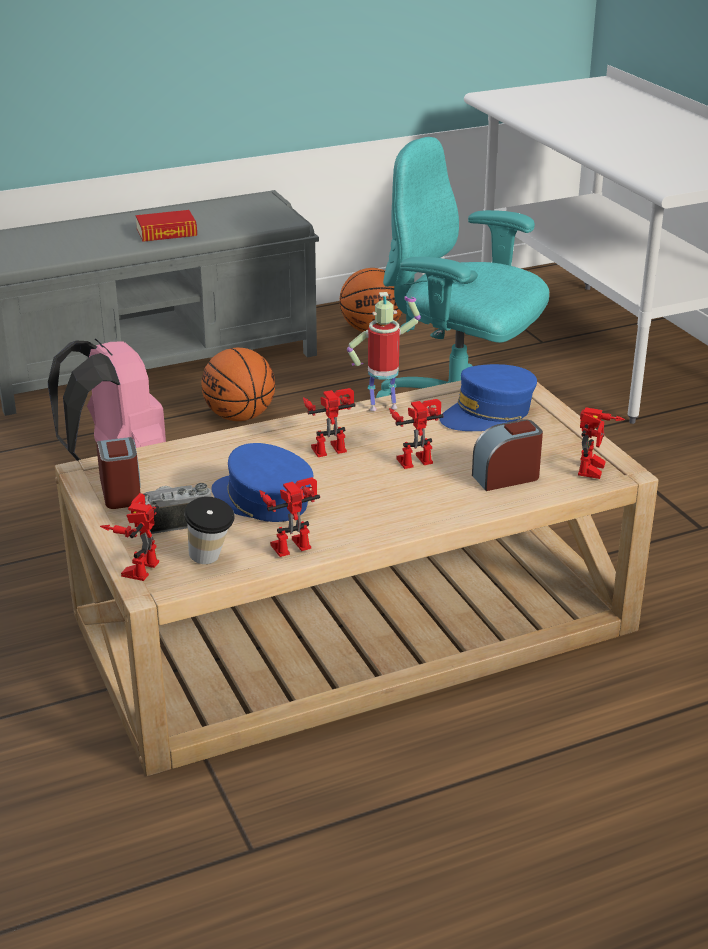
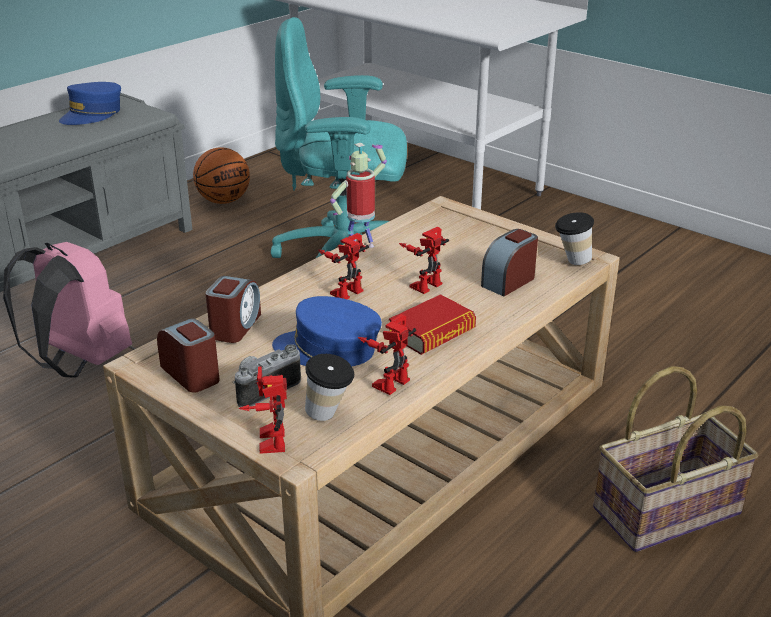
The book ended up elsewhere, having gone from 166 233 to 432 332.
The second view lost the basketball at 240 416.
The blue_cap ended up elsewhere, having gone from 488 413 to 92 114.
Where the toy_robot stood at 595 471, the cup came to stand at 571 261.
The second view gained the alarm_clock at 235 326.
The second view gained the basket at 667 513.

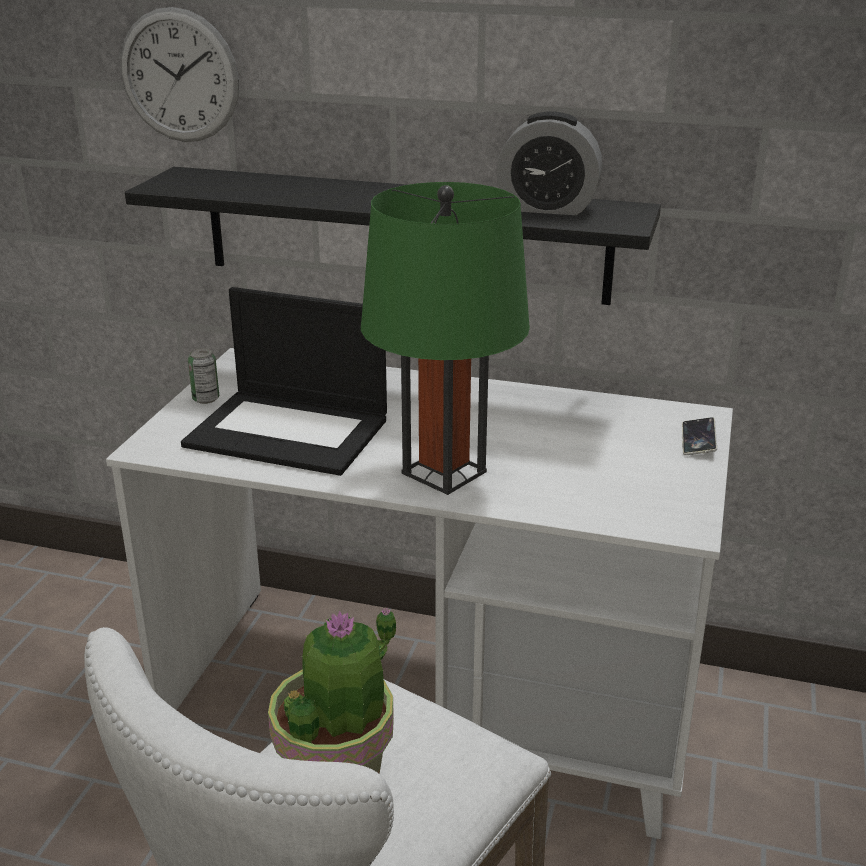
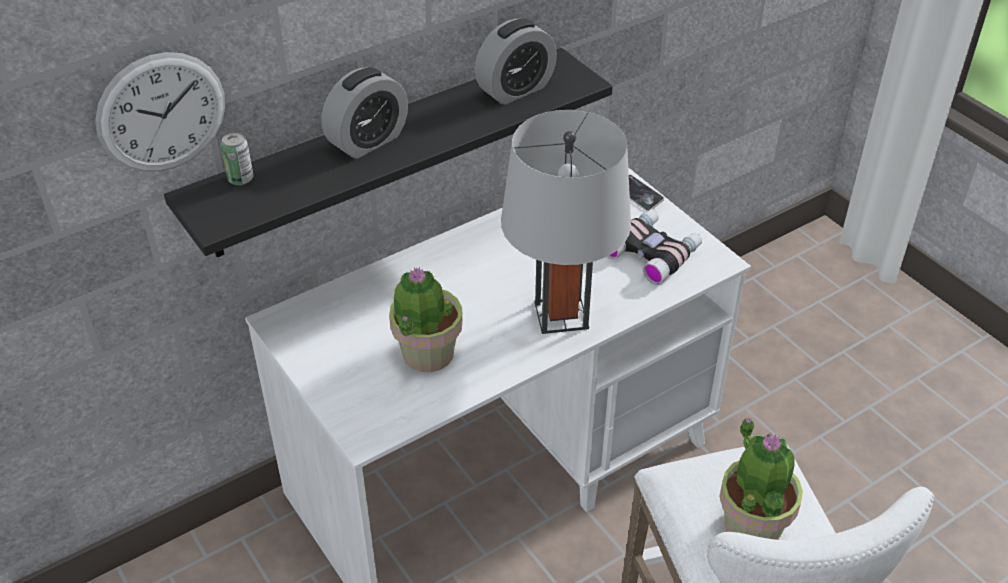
Where the laptop stood at 290 432, the potted_plant came to stand at 427 354.
The can ended up elsewhere, having gone from 206 399 to 240 179.
What was the green_table_lamp at 444 472 turned into the grey_table_lamp at 561 315.
The second view gained the alarm_clock at 368 141.
The second view gained the binoculars at 652 252.

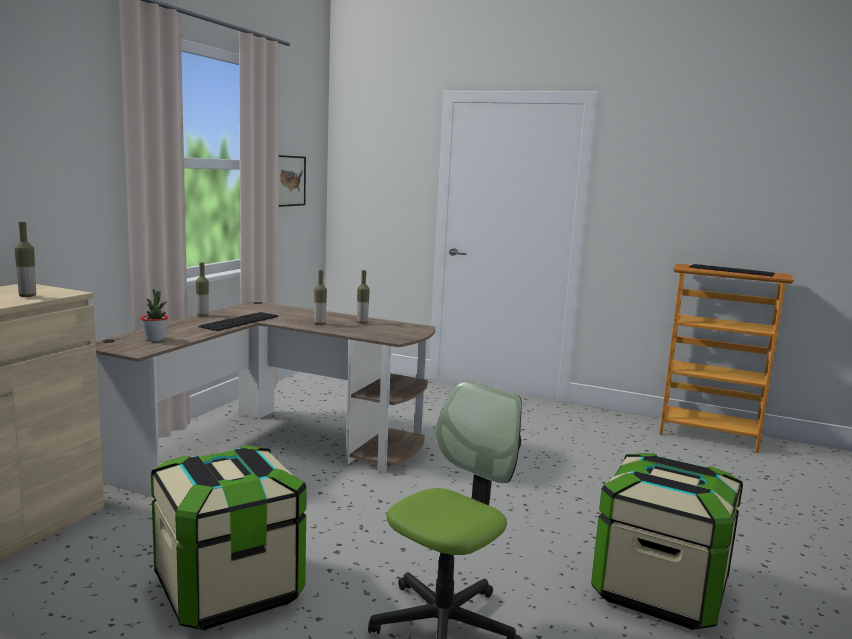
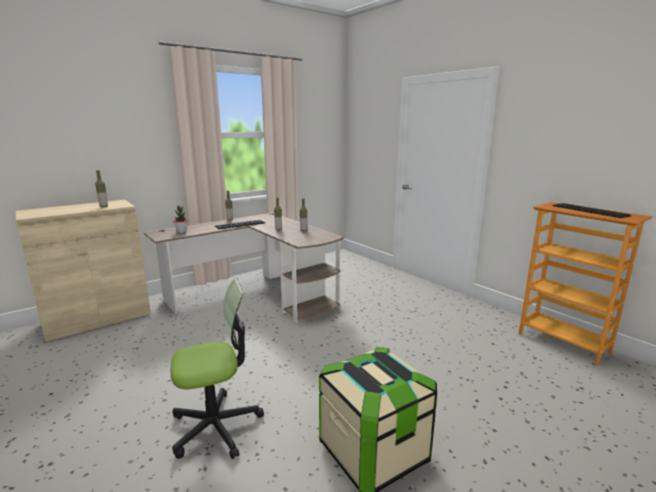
The second view lost the storage_box at 229 589.
The second view lost the picture at 290 181.

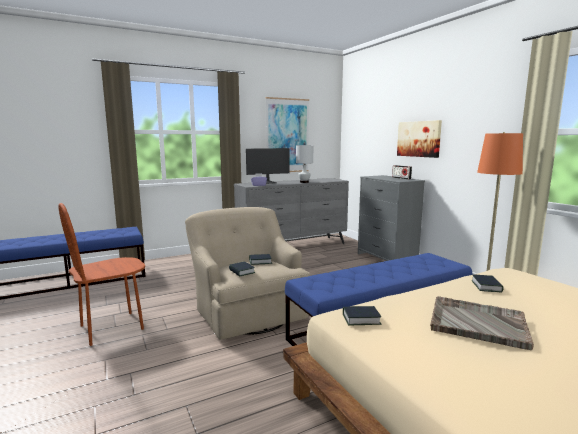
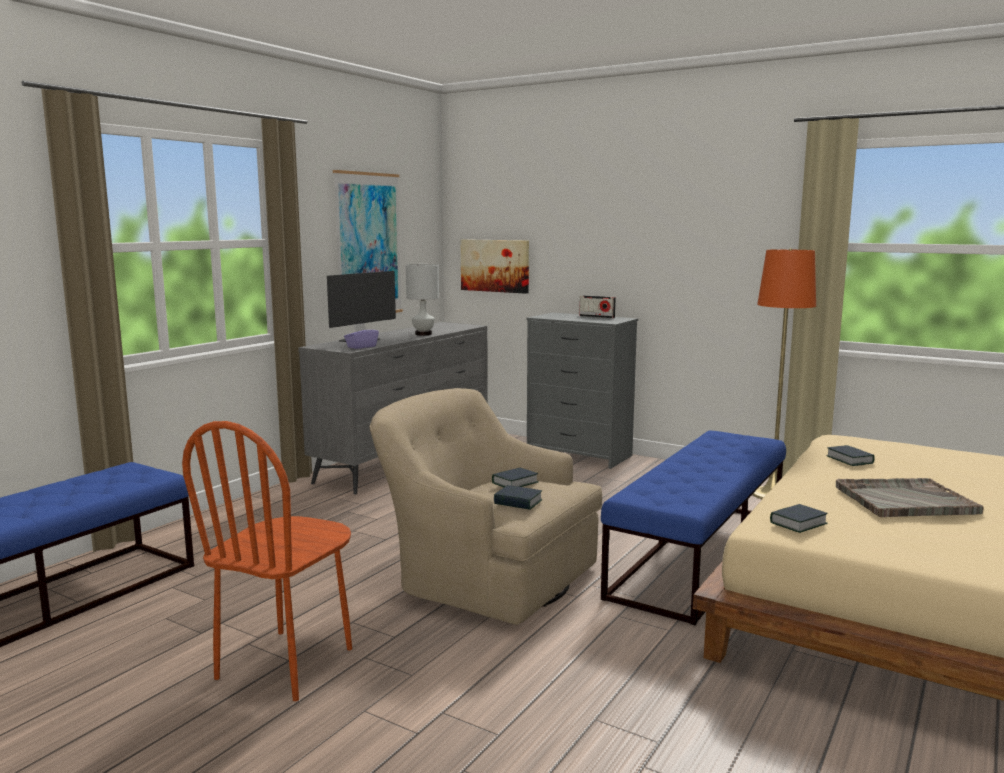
The picture ended up elsewhere, having gone from 419 139 to 495 265.

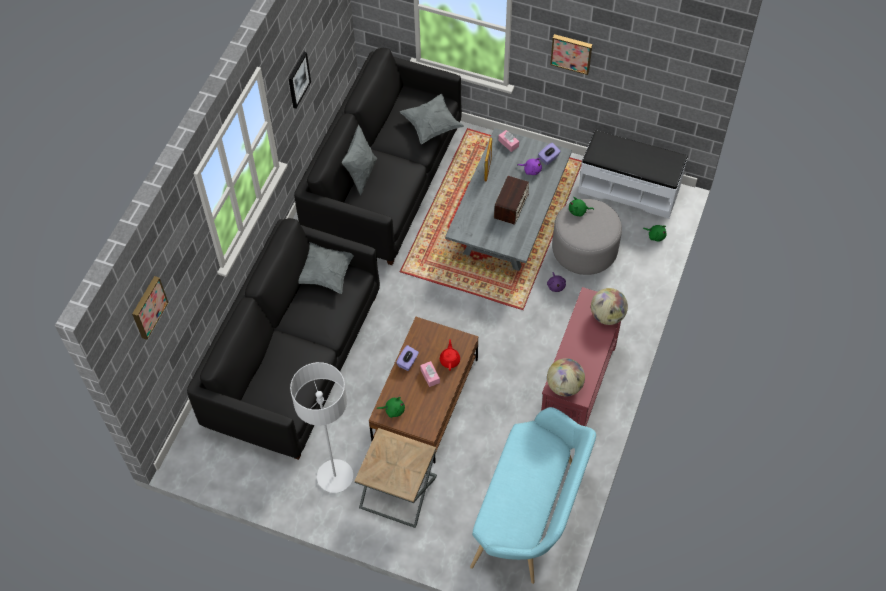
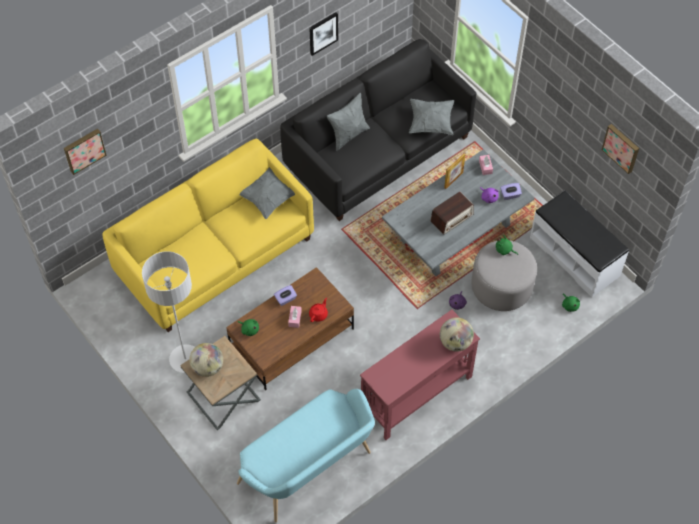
What was the black_sofa at 293 360 turned into the yellow_sofa at 215 255.
The globe ended up elsewhere, having gone from 564 386 to 208 367.
The picture ended up elsewhere, having gone from 571 53 to 621 147.

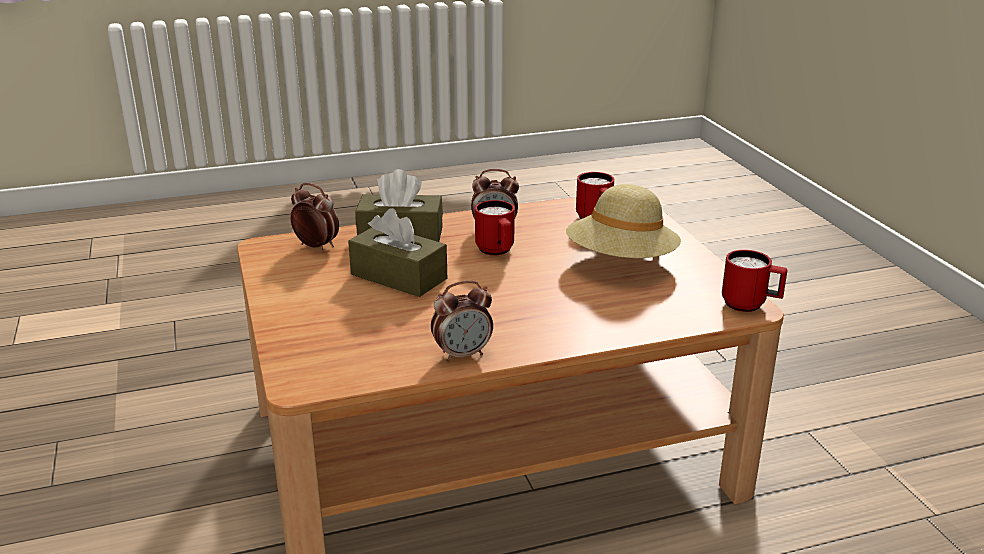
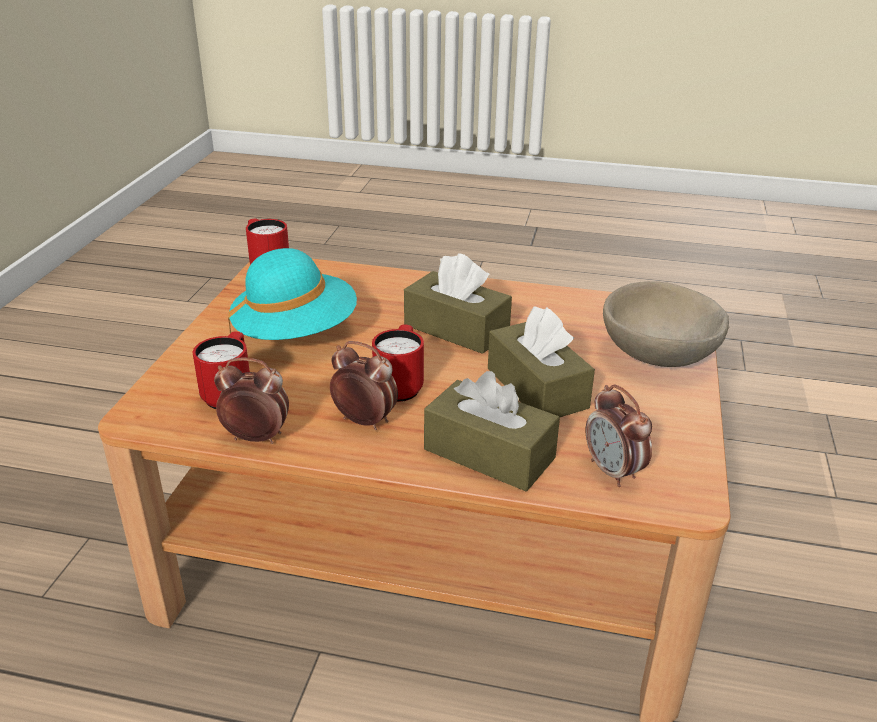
The alarm_clock ended up elsewhere, having gone from 463 354 to 256 437.
What was the beige_hat at 621 261 turned into the turquoise_hat at 295 333.
The second view gained the brown_tissue_box at 456 329.
The second view gained the beige_bowl at 657 355.

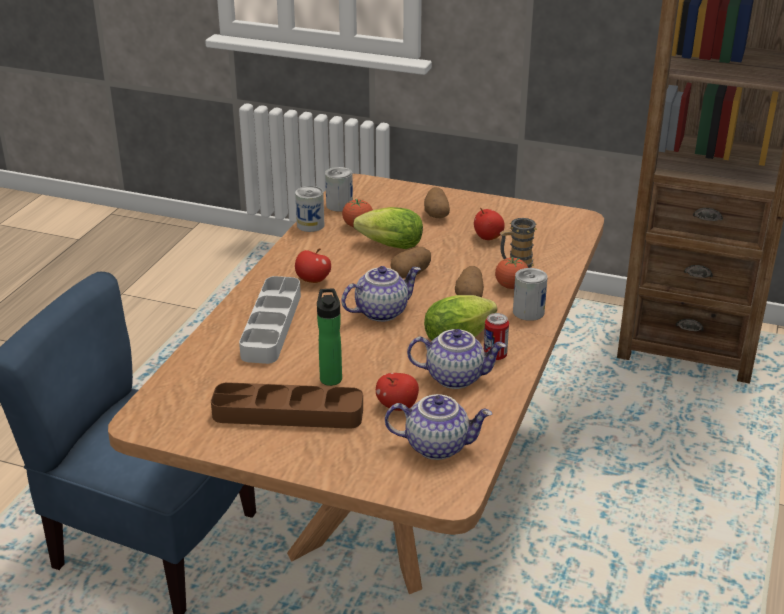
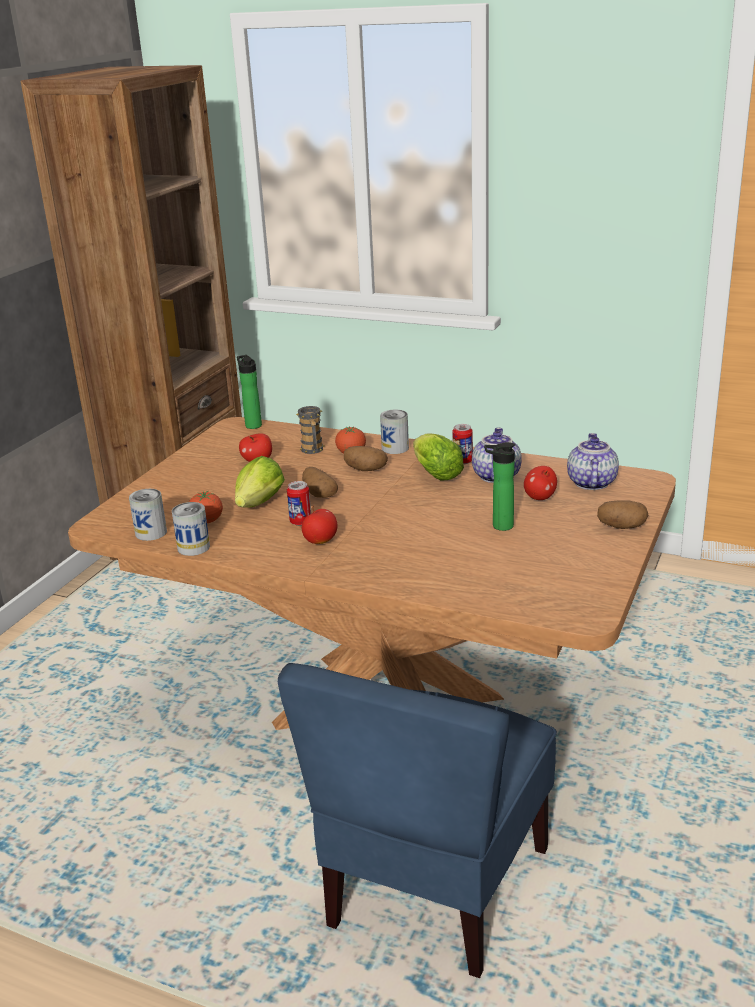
The second view lost the brown_tray at 288 413.
The second view lost the grey_tray at 271 325.
The second view lost the teapot at 381 311.
The potato ended up elsewhere, having gone from 436 214 to 622 526.
The second view gained the bottle at 252 425.
The second view gained the can at 300 522.

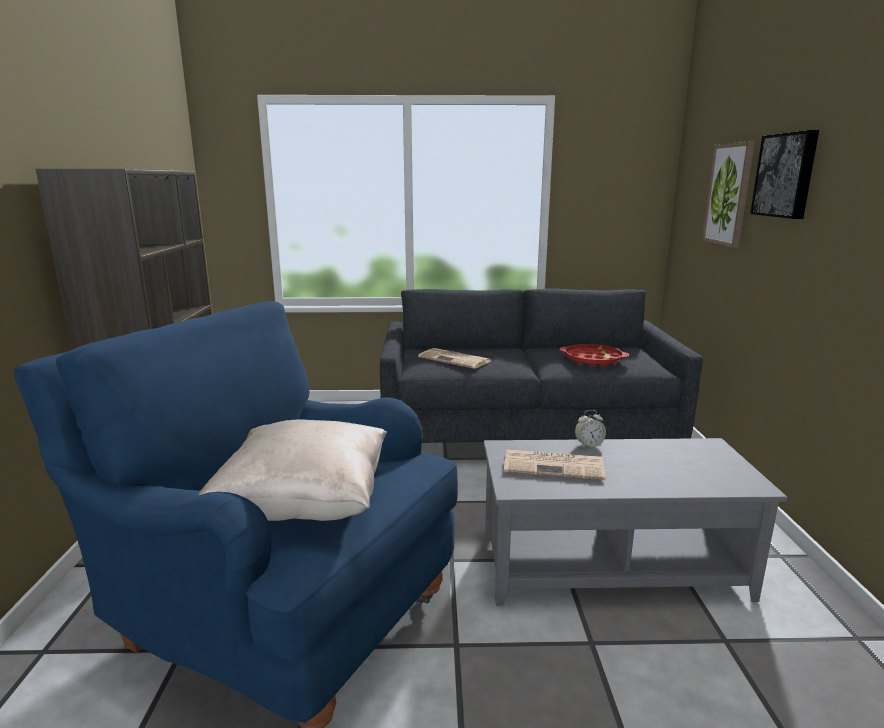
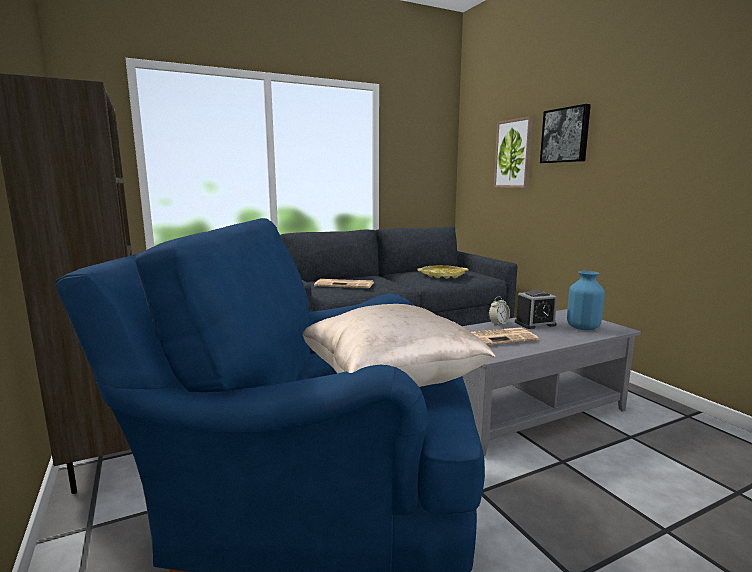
What was the red_tray at 593 360 turned into the yellow_tray at 442 275.
The second view gained the alarm_clock at 535 324.
The second view gained the blue_vase at 582 328.

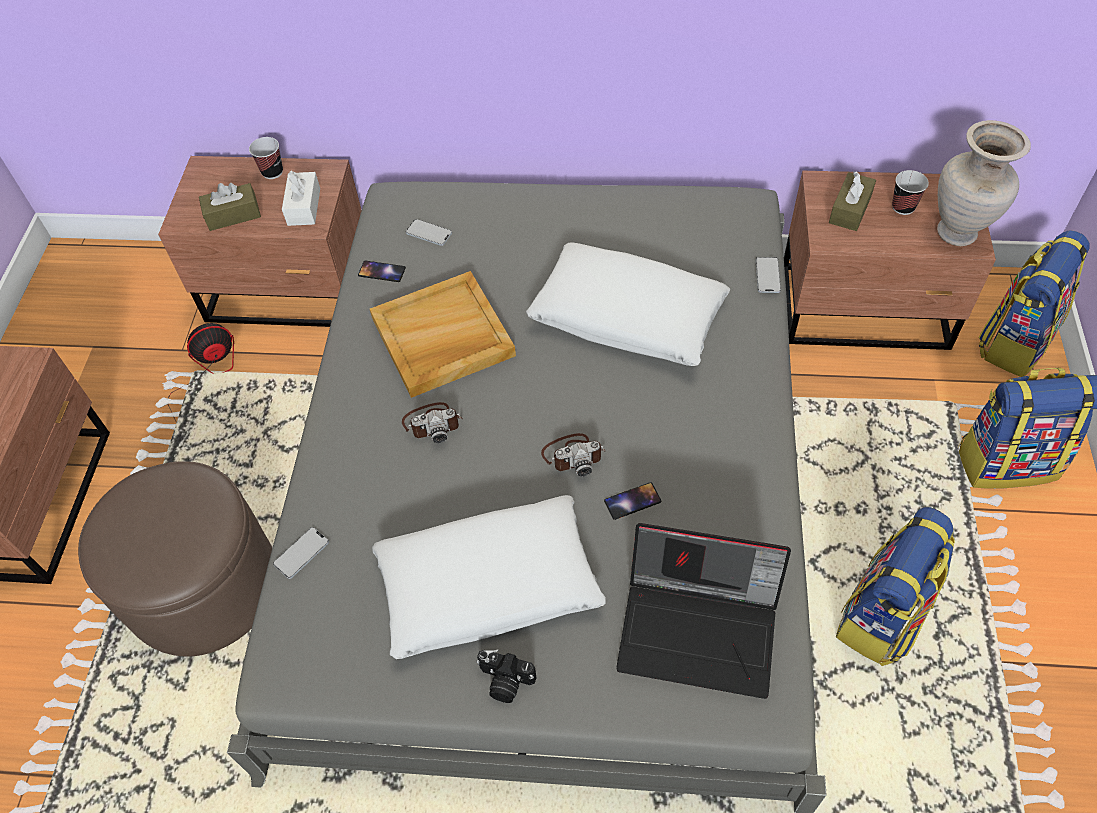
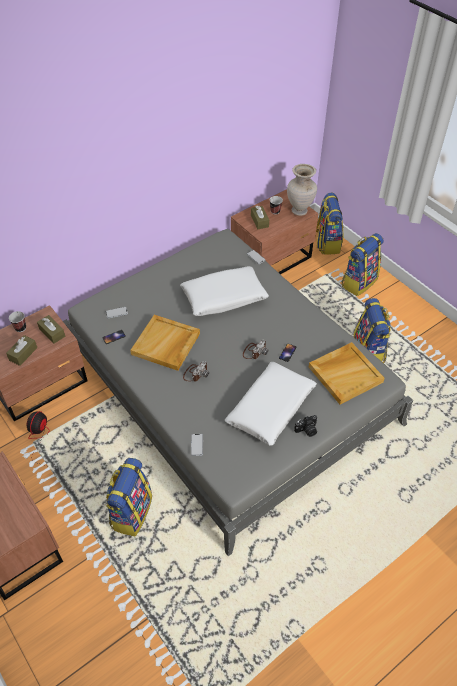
Where the brown_ottoman stood at 202 585, the backpack came to stand at 131 512.
What was the white_tissue_box at 304 207 turned into the brown_tissue_box at 52 333.
Where the laptop stood at 700 629, the beige_tray came to stand at 345 374.

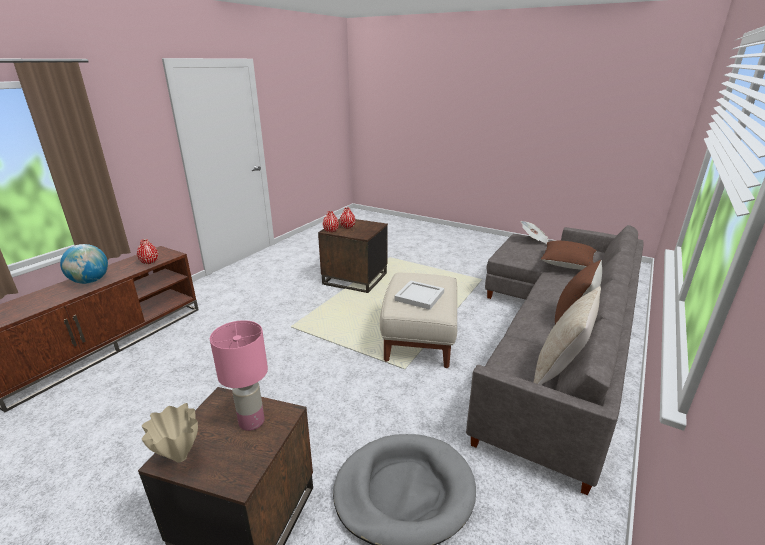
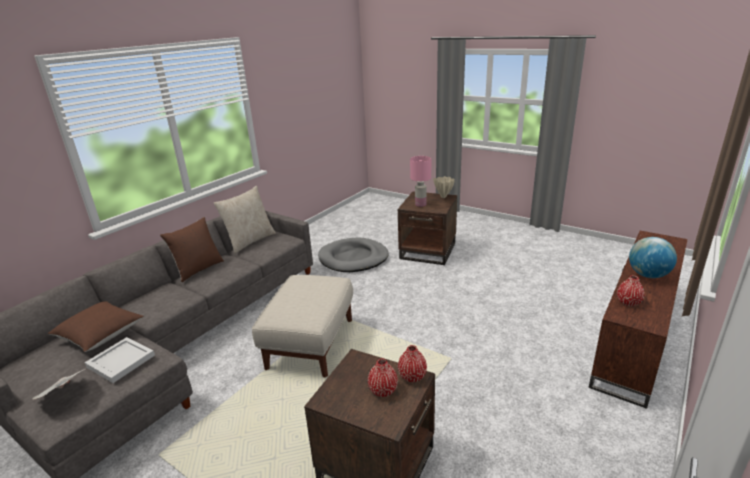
The white_tray ended up elsewhere, having gone from 419 296 to 121 362.

